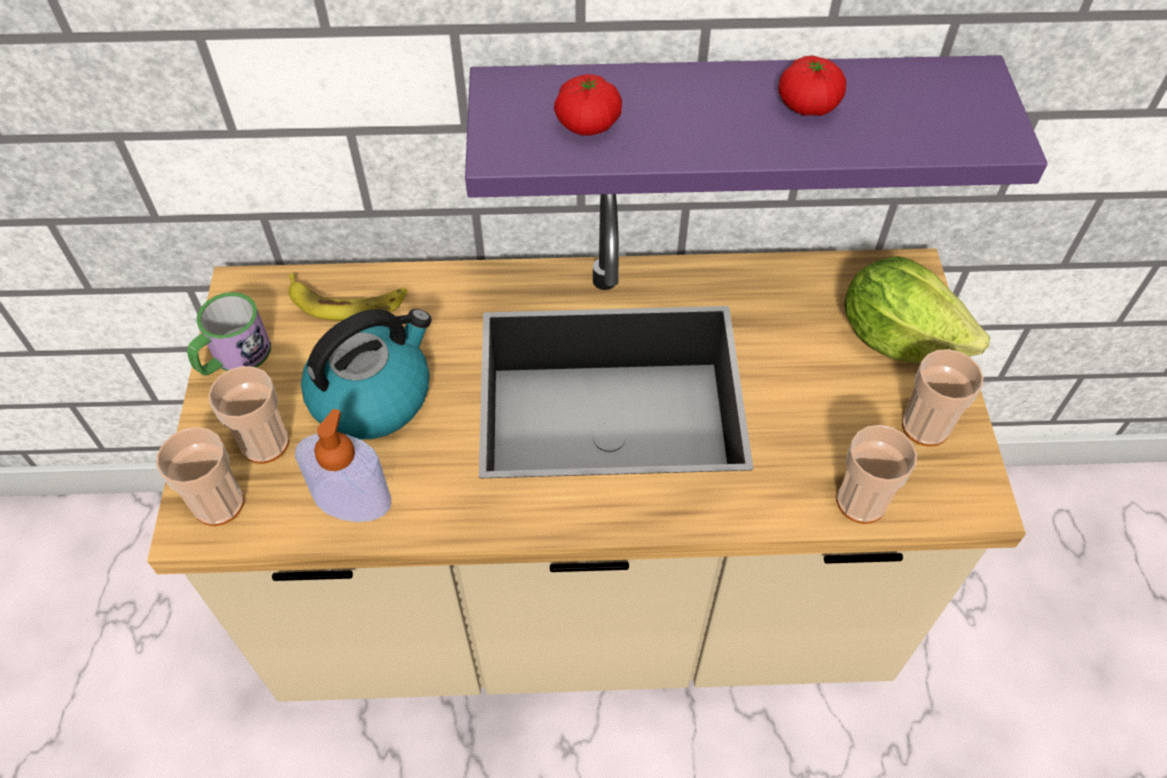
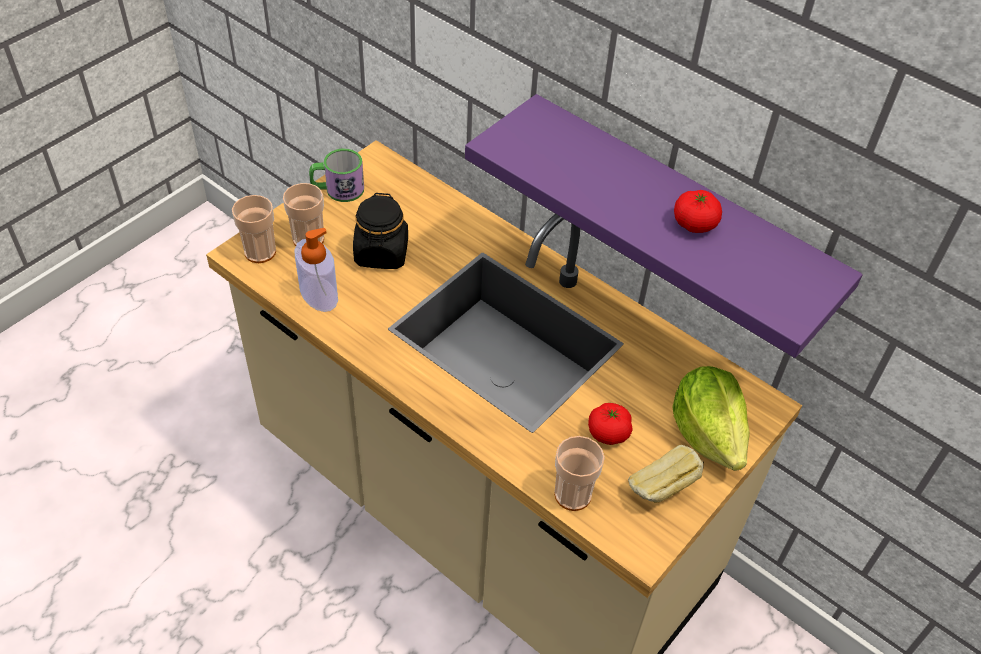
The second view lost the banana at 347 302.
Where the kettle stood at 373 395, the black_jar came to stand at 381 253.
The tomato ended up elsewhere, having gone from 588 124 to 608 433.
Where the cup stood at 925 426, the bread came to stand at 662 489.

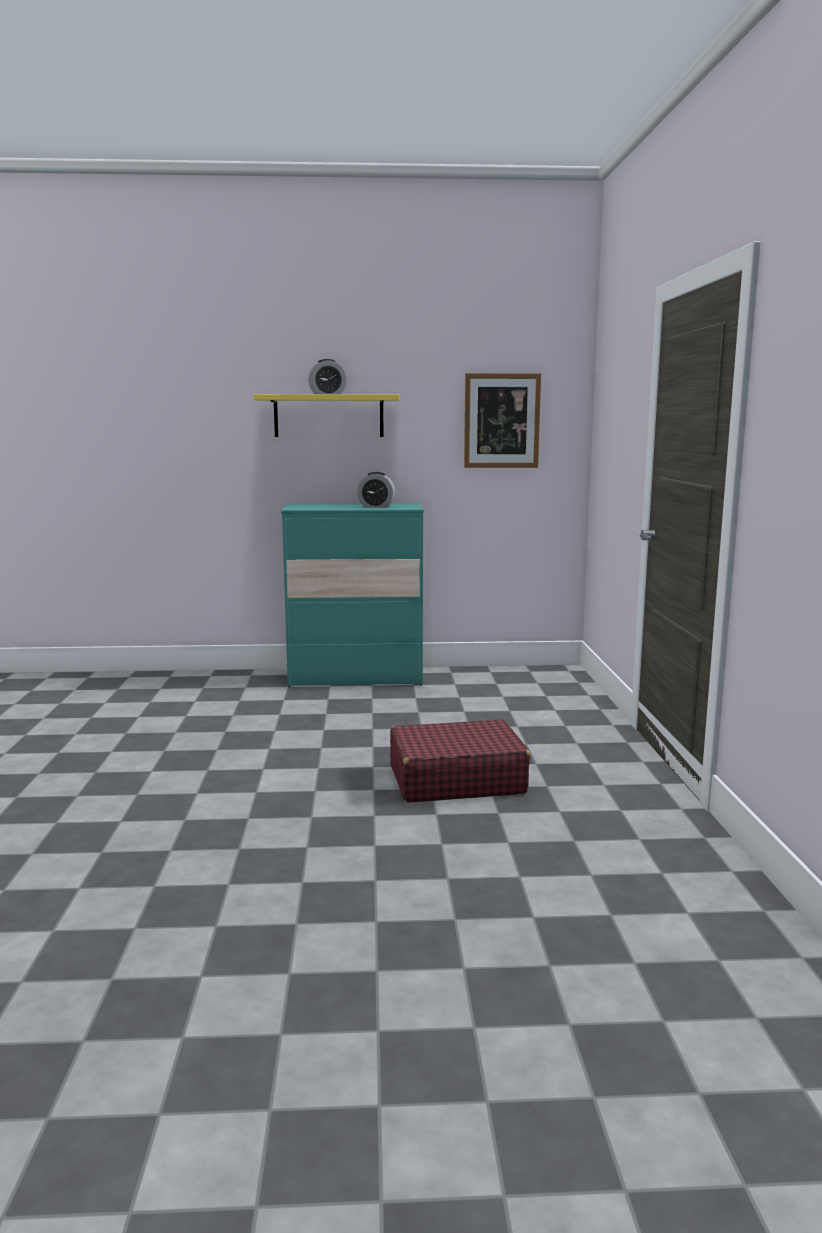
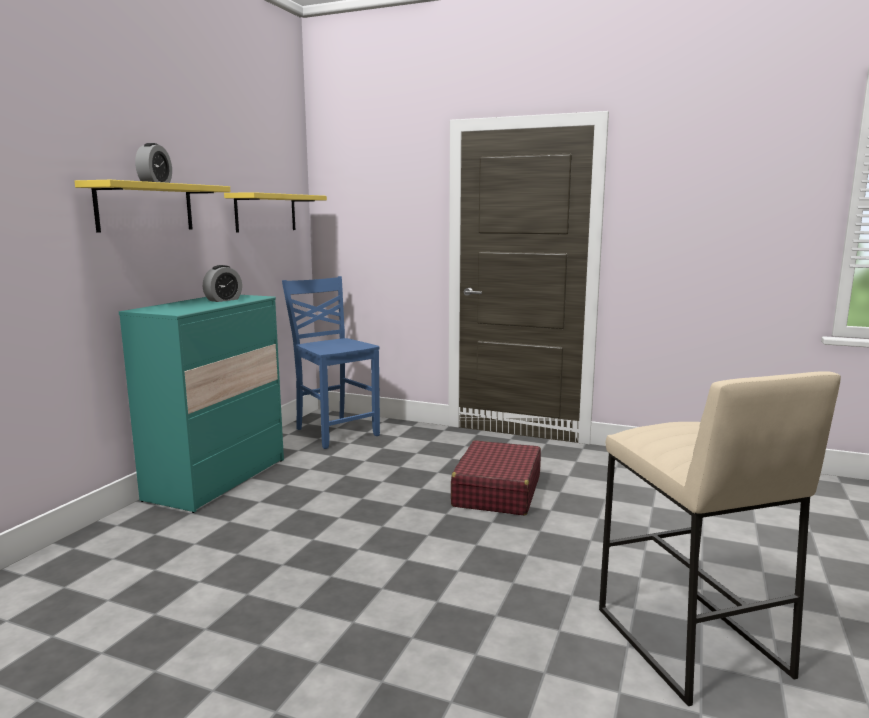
Where the picture hung at 501 421, the yellow_shelf came to hang at 266 212.
The second view gained the blue_chair at 335 432.
The second view gained the beige_stool at 688 641.

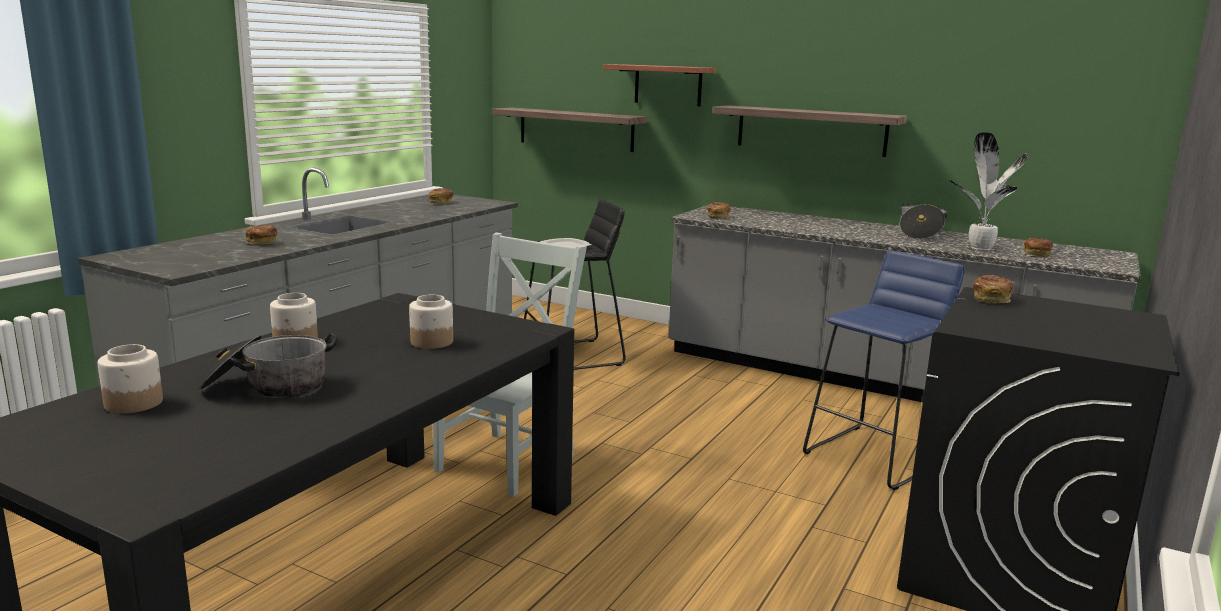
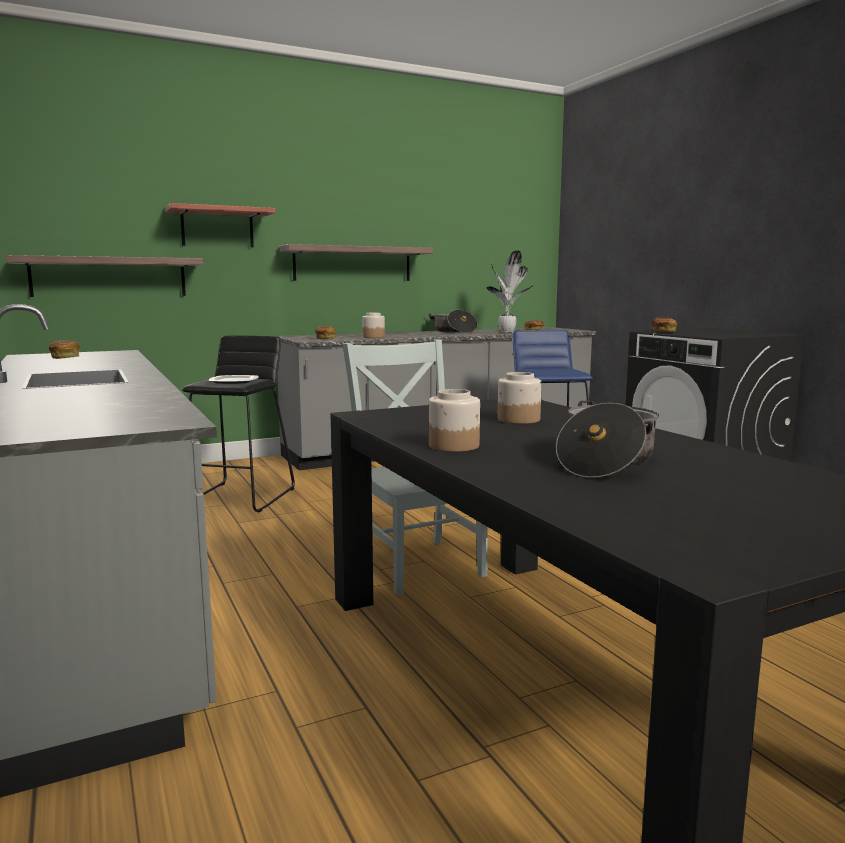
The jar ended up elsewhere, having gone from 134 403 to 373 337.
The second view lost the bread at 262 243.

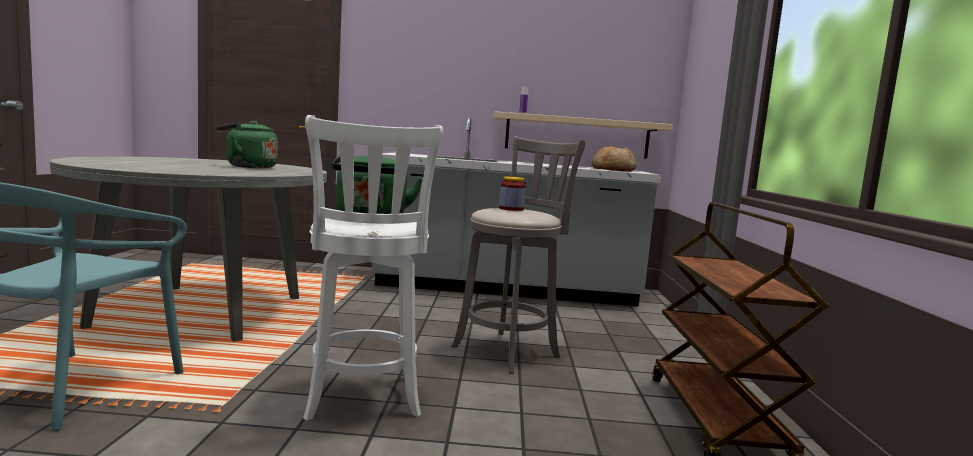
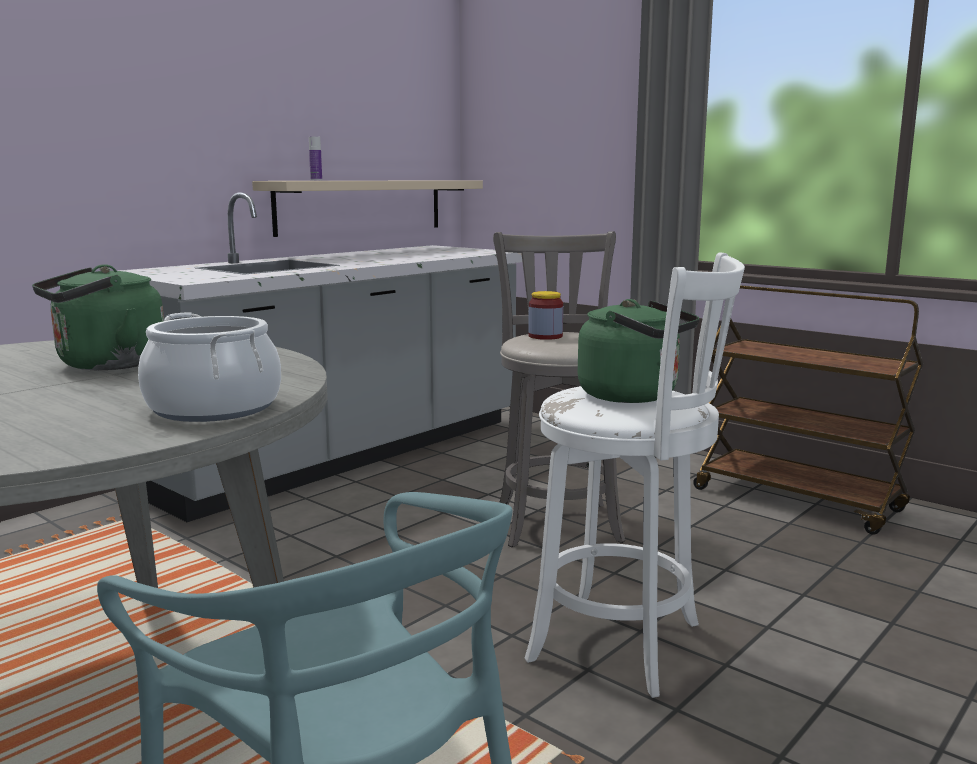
The second view lost the bread at 613 170.
The second view gained the cooking_pot at 214 408.

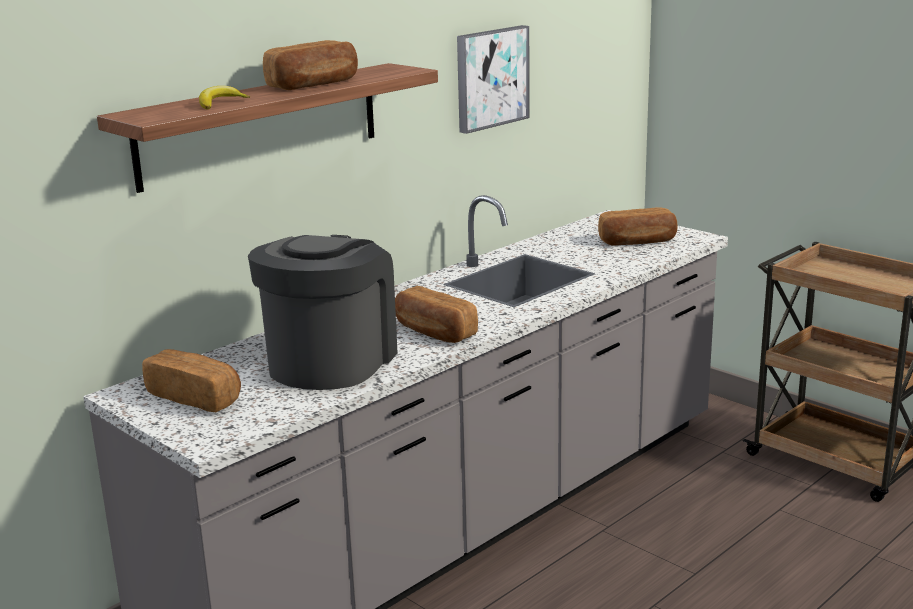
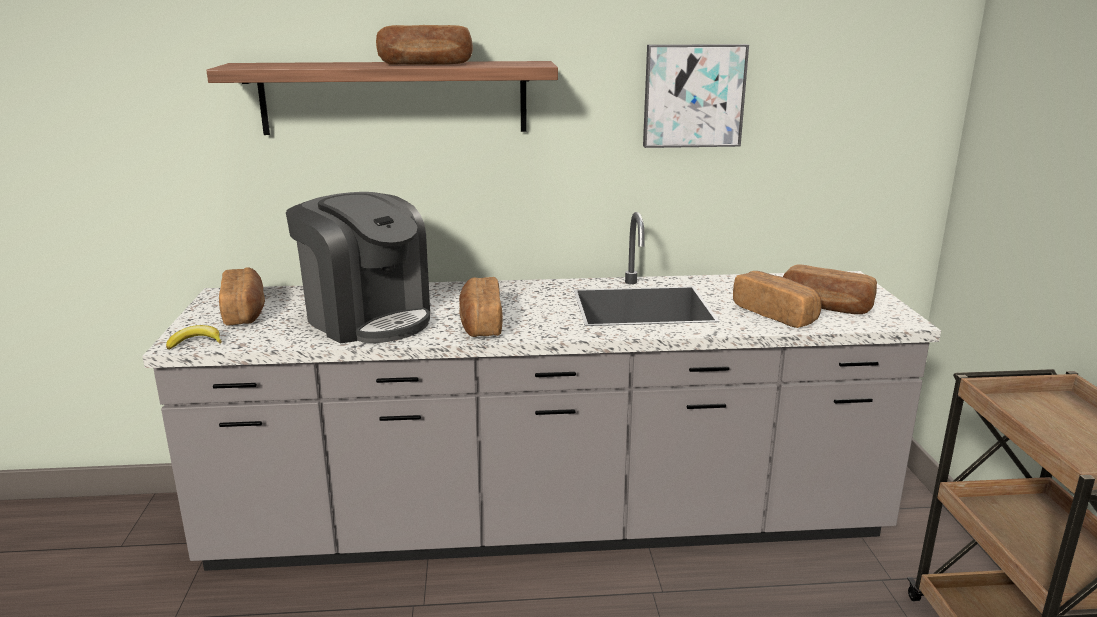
The banana ended up elsewhere, having gone from 220 104 to 196 343.
The coffee_machine at 330 361 ended up facing another way, 75 degrees clockwise from before.
The second view gained the bread at 775 314.

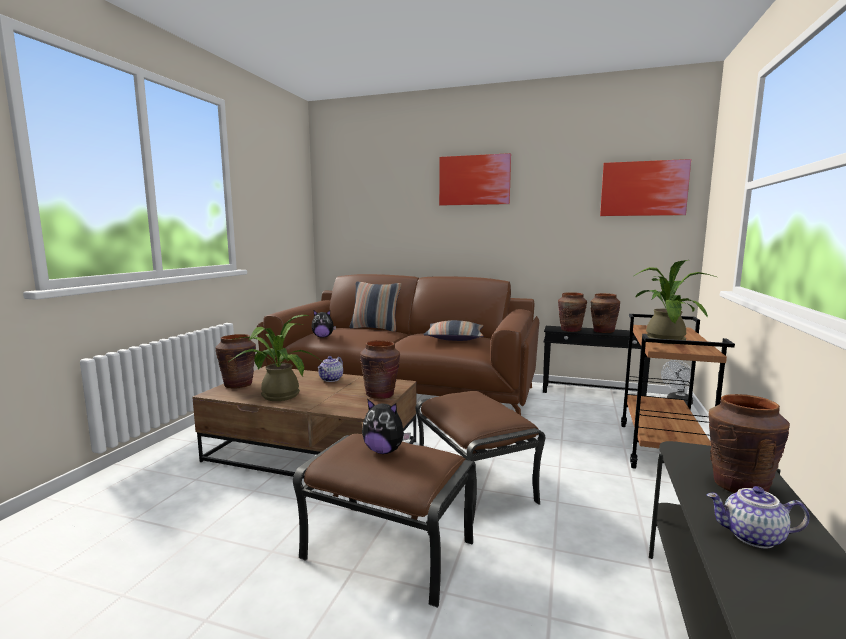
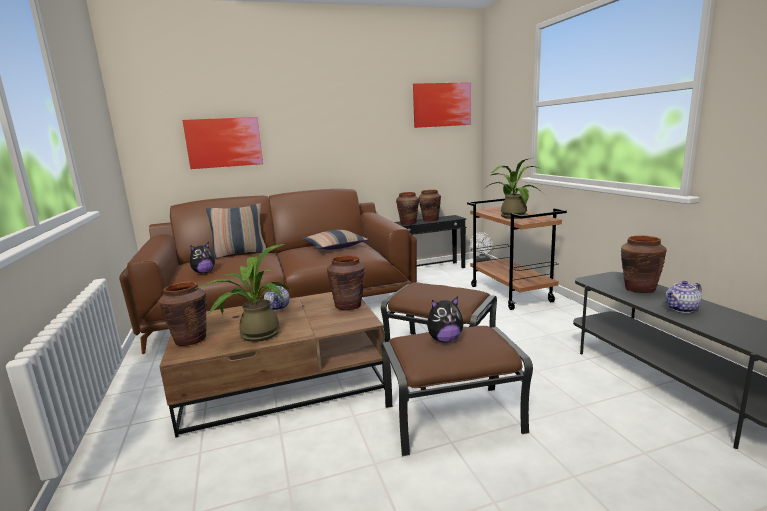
The picture ended up elsewhere, having gone from 474 180 to 224 142.

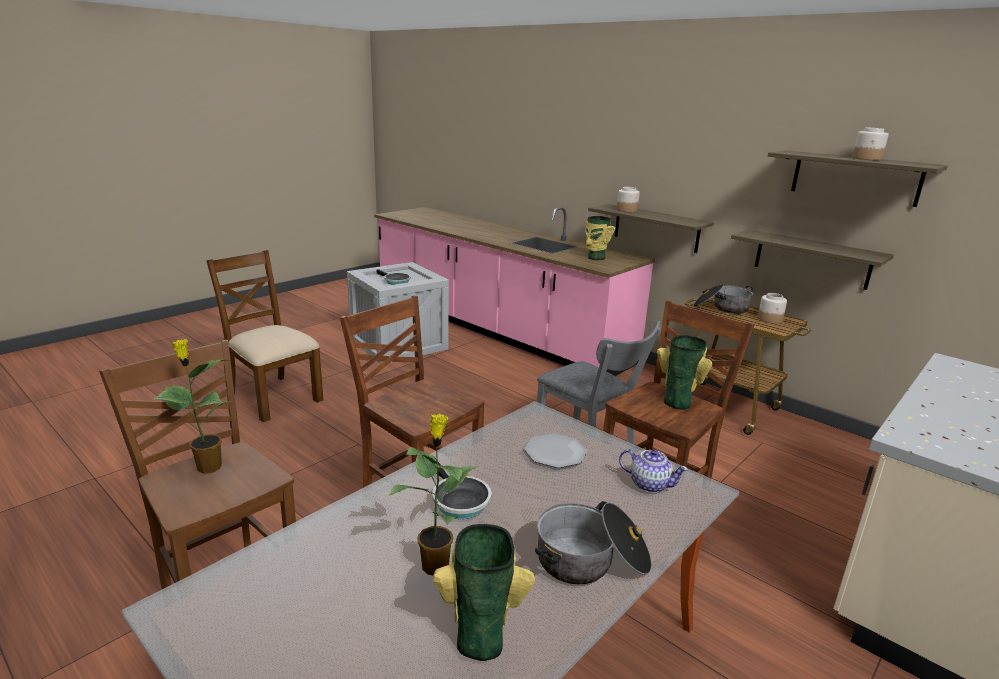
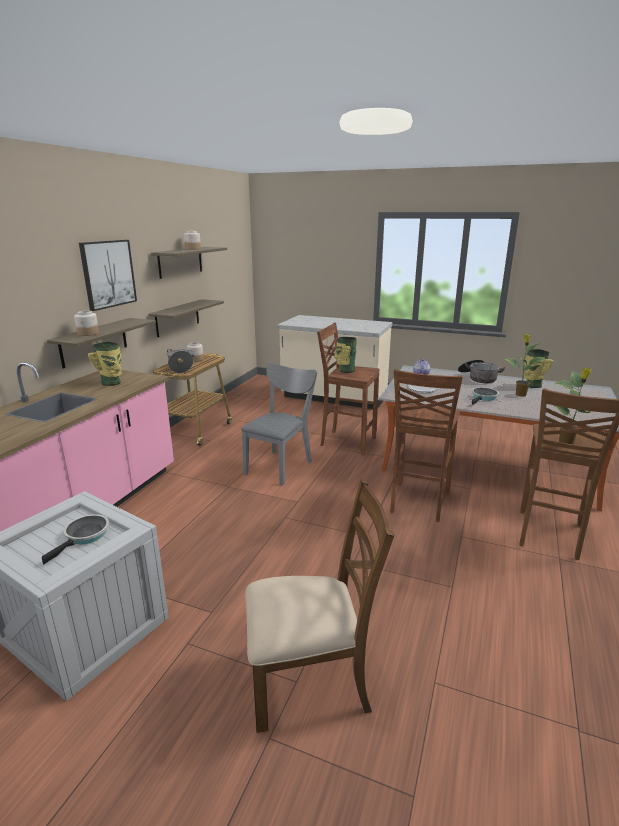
The brown_chair at 273 397 ended up facing another way, 120 degrees counterclockwise from before.
The second view gained the picture at 108 274.

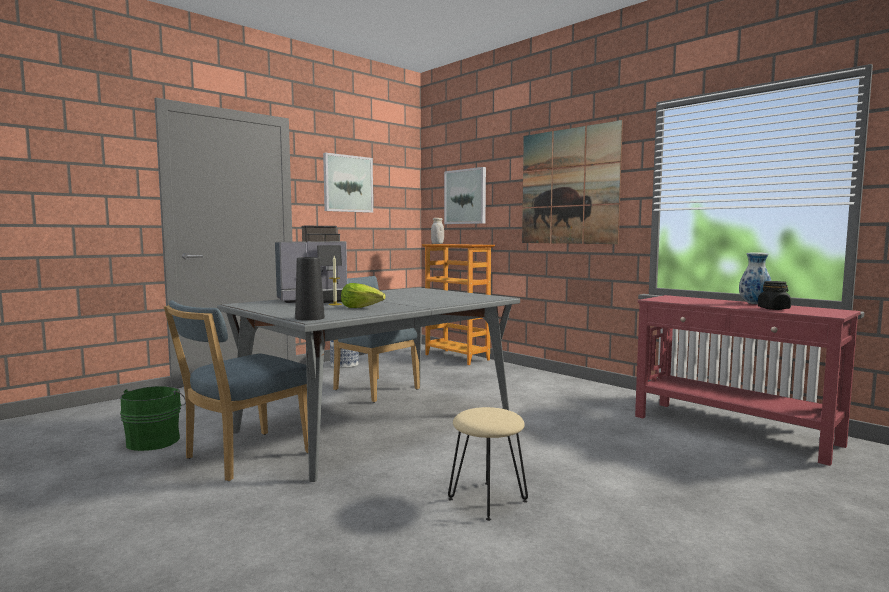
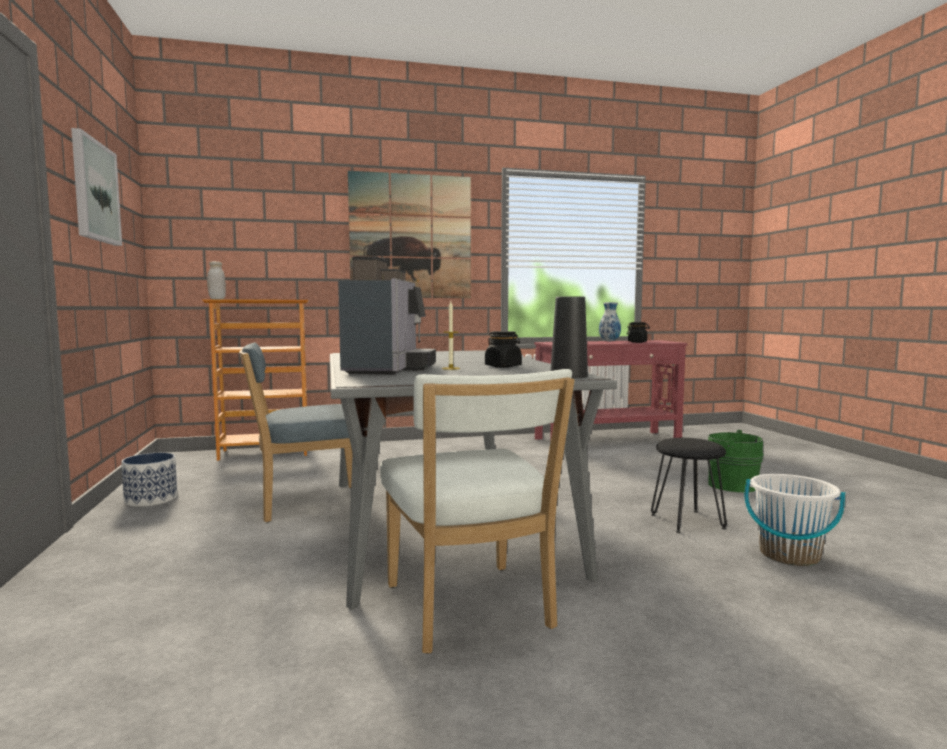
The green_bucket ended up elsewhere, having gone from 155 441 to 730 485.
What was the blue_chair at 243 457 turned into the white_chair at 470 611.
Where the lettuce stood at 362 308, the black_jar came to stand at 503 366.
The second view lost the picture at 465 196.
What was the beige_stool at 488 500 turned into the black_stool at 688 521.
The second view gained the white_bucket at 789 555.

